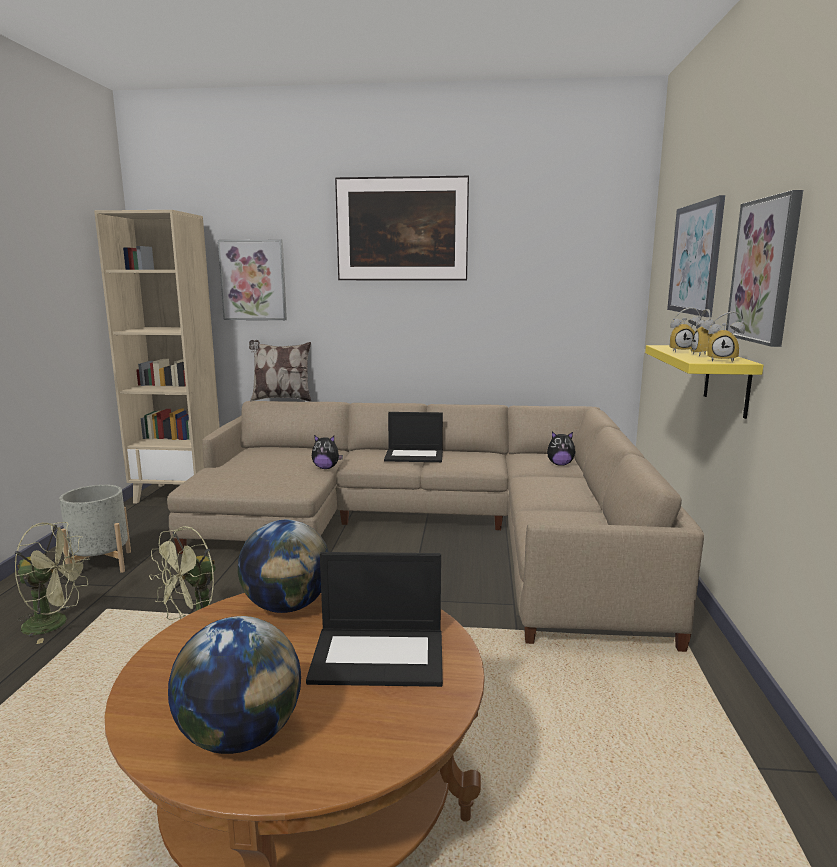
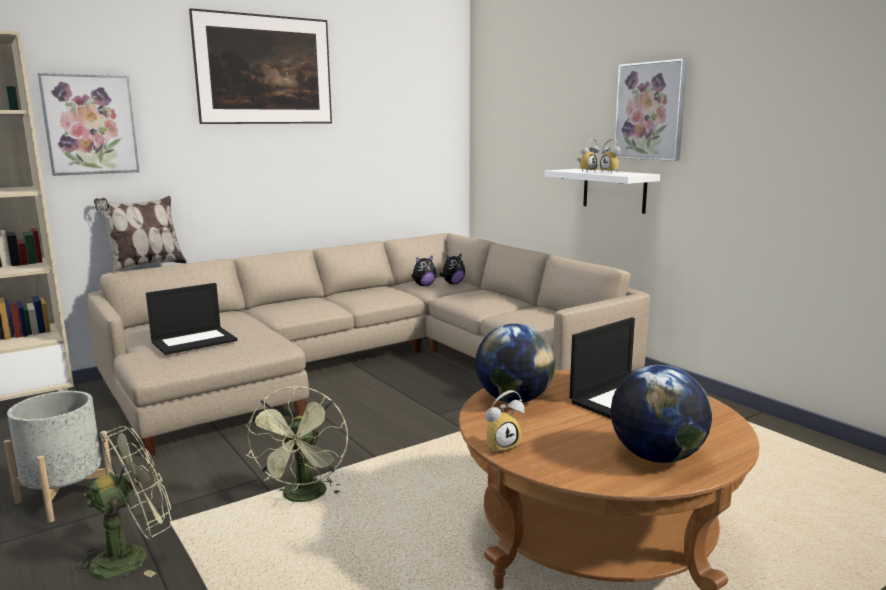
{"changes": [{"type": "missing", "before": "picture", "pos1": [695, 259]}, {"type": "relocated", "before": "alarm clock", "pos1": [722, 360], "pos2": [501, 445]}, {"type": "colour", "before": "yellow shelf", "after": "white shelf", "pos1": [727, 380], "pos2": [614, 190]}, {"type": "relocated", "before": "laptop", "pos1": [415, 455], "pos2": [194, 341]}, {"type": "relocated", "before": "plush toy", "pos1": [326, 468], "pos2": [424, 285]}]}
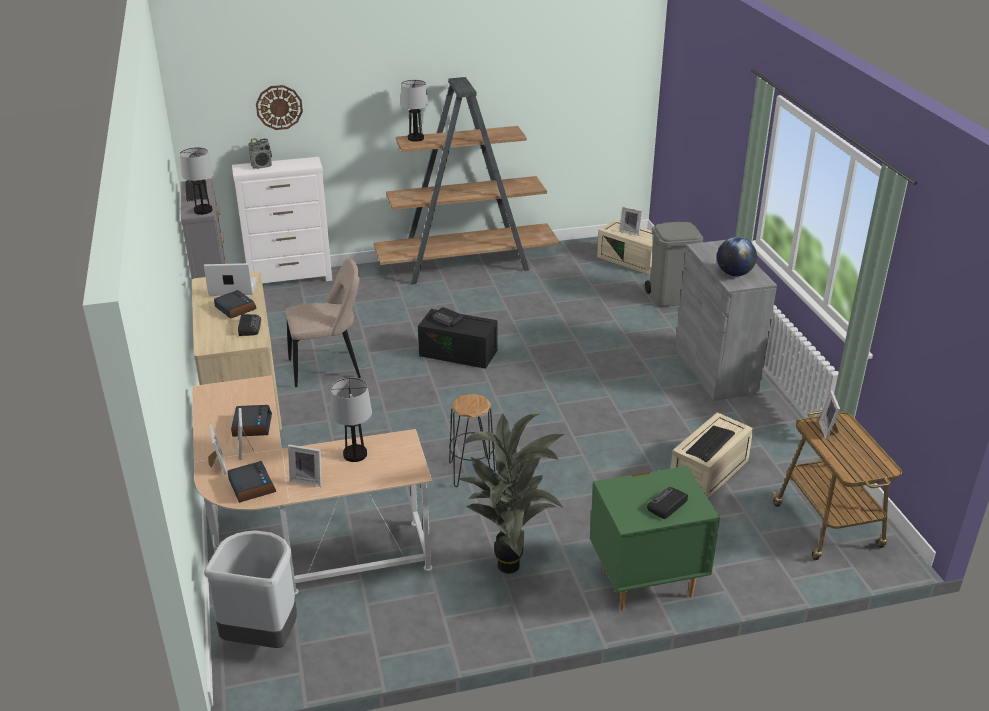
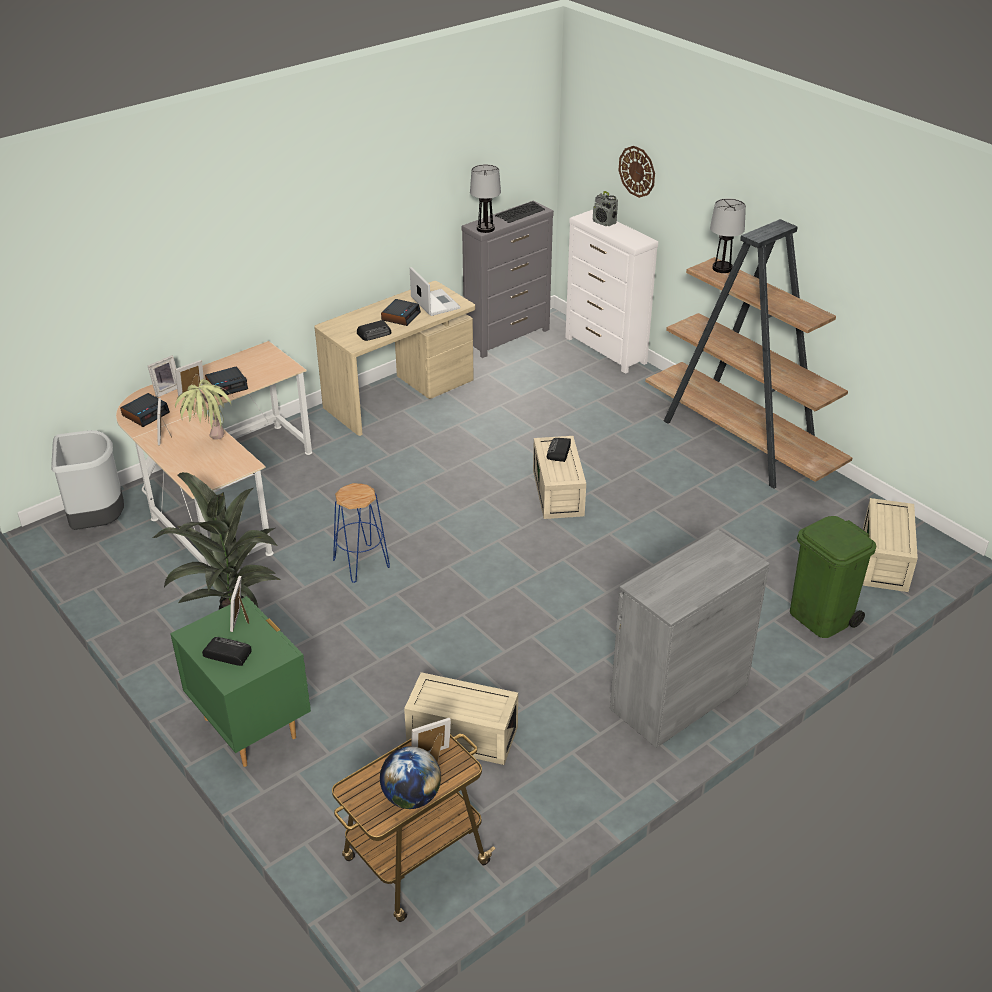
{"changes": [{"type": "relocated", "before": "picture frame", "pos1": [630, 232], "pos2": [242, 620]}, {"type": "colour", "before": "grey trash can", "after": "green trash can", "pos1": [670, 298], "pos2": [821, 618]}, {"type": "relocated", "before": "globe", "pos1": [734, 274], "pos2": [411, 797]}, {"type": "missing", "before": "beige chair", "pos1": [328, 368]}, {"type": "colour", "before": "black storage box", "after": "beige storage box", "pos1": [459, 352], "pos2": [559, 493]}, {"type": "exchanged", "before": "table lamp", "after": "potted plant", "pos1": [354, 454], "pos2": [210, 447]}, {"type": "colour", "before": "black stool", "after": "blue stool", "pos1": [472, 473], "pos2": [361, 564]}, {"type": "missing", "before": "keyboard", "pos1": [710, 444]}]}
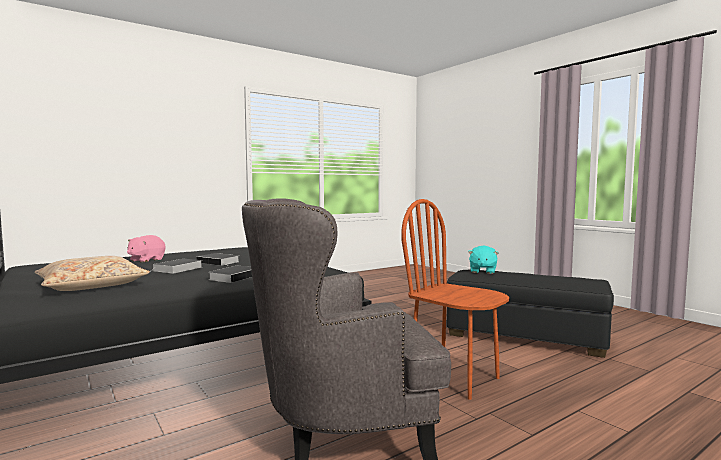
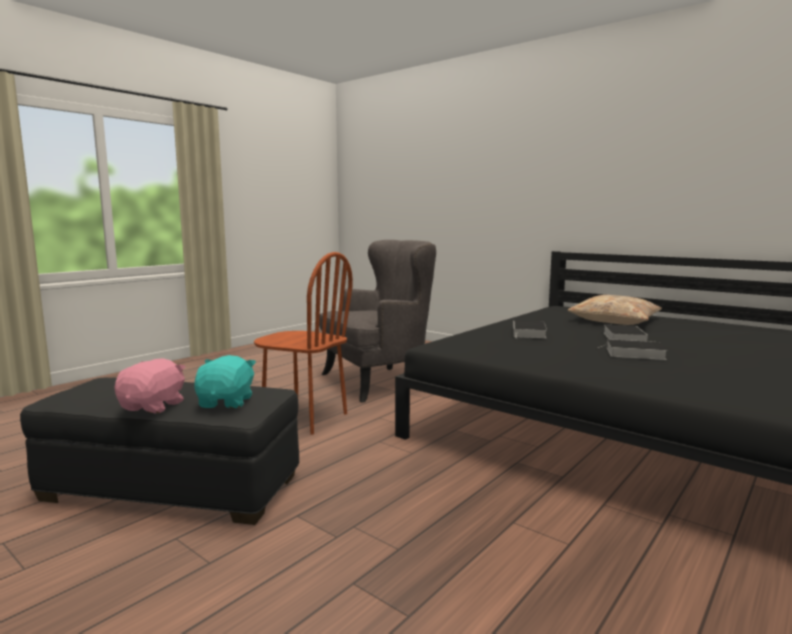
{"changes": [{"type": "relocated", "before": "pink plush toy", "pos1": [146, 260], "pos2": [154, 406]}]}
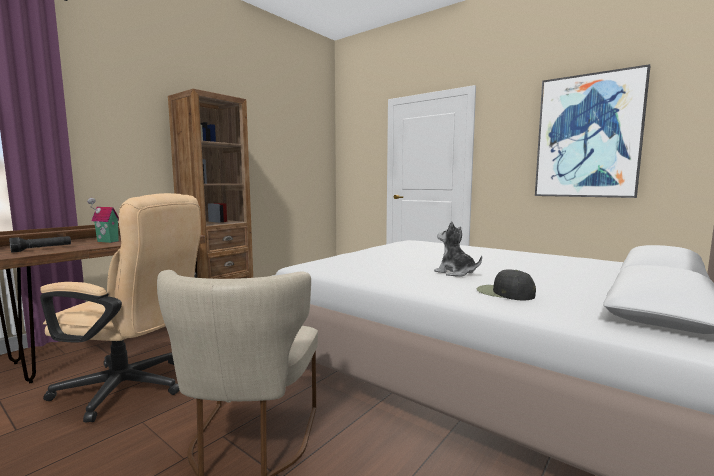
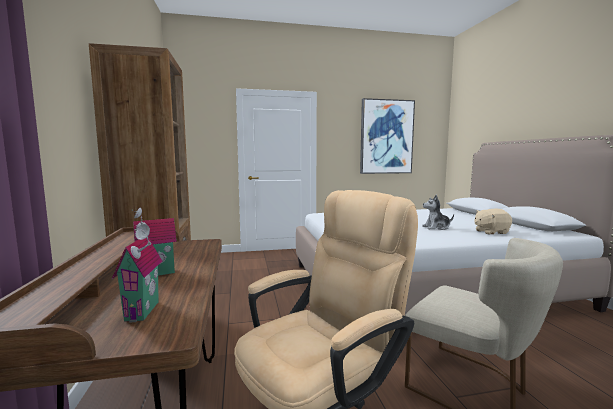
{"changes": [{"type": "exchanged", "before": "black flashlight", "after": "toy house", "pos1": [42, 249], "pos2": [145, 311]}, {"type": "exchanged", "before": "black cap", "after": "beige plush toy", "pos1": [504, 293], "pos2": [491, 232]}]}
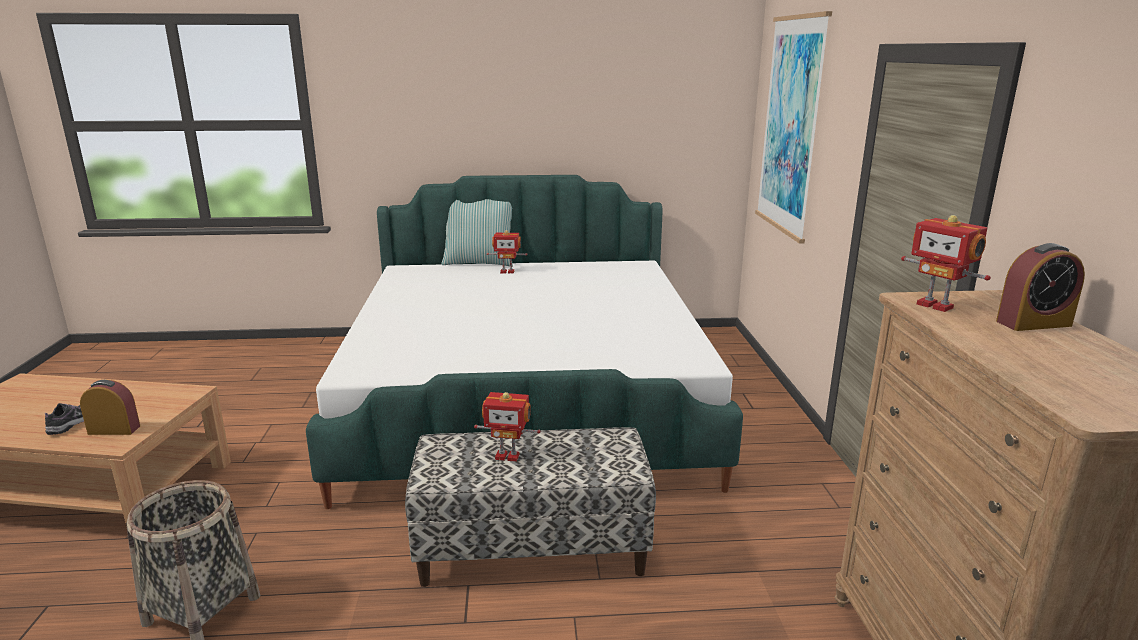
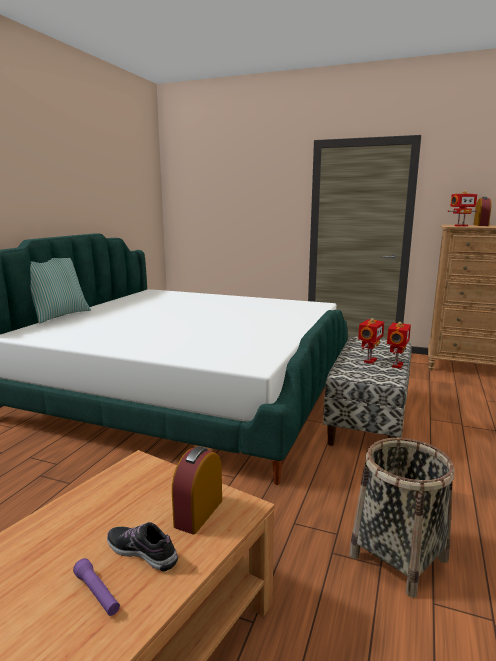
{"changes": [{"type": "missing", "before": "picture", "pos1": [791, 126]}, {"type": "relocated", "before": "toy robot", "pos1": [507, 271], "pos2": [396, 365]}, {"type": "appeared", "after": "purple flashlight", "pos2": [97, 593]}]}
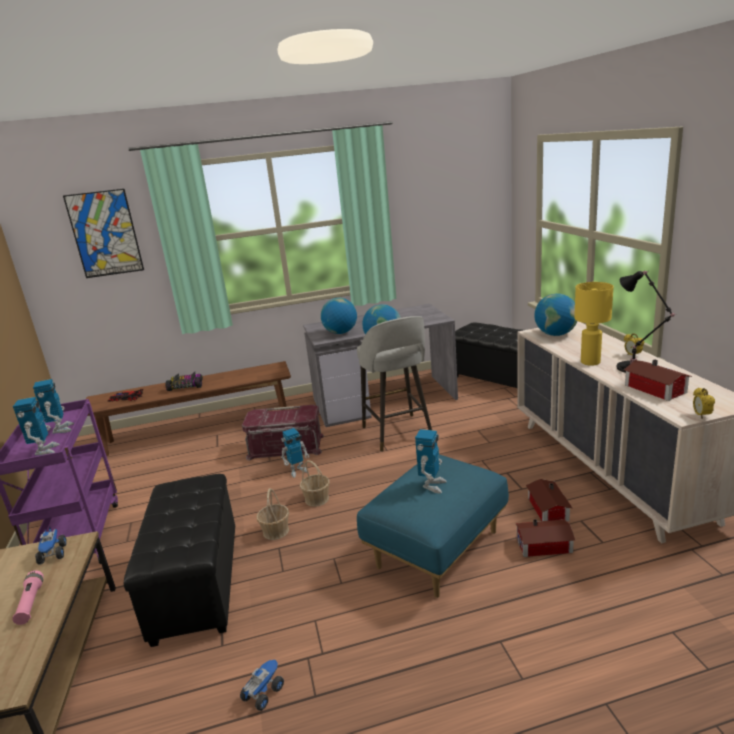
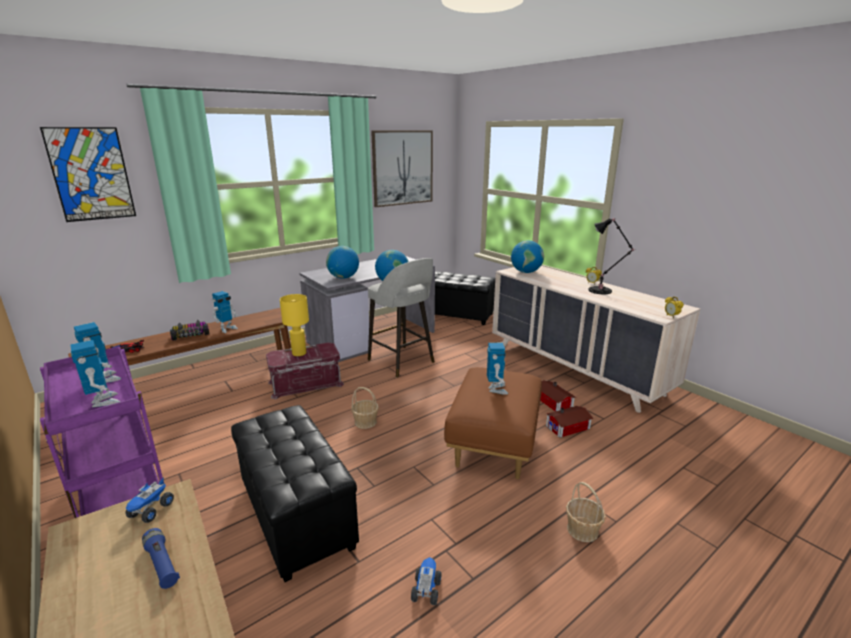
{"changes": [{"type": "relocated", "before": "yellow table lamp", "pos1": [589, 362], "pos2": [298, 353]}, {"type": "missing", "before": "toy house", "pos1": [655, 389]}, {"type": "relocated", "before": "toy robot", "pos1": [297, 471], "pos2": [227, 329]}, {"type": "colour", "before": "blue ottoman", "after": "brown ottoman", "pos1": [437, 549], "pos2": [493, 443]}, {"type": "relocated", "before": "basket", "pos1": [275, 531], "pos2": [582, 530]}, {"type": "spun", "before": "toy truck", "pos1": [53, 554], "pos2": [151, 510], "turn": 60}, {"type": "colour", "before": "pink flashlight", "after": "blue flashlight", "pos1": [31, 603], "pos2": [162, 564]}, {"type": "appeared", "after": "picture", "pos2": [402, 168]}]}
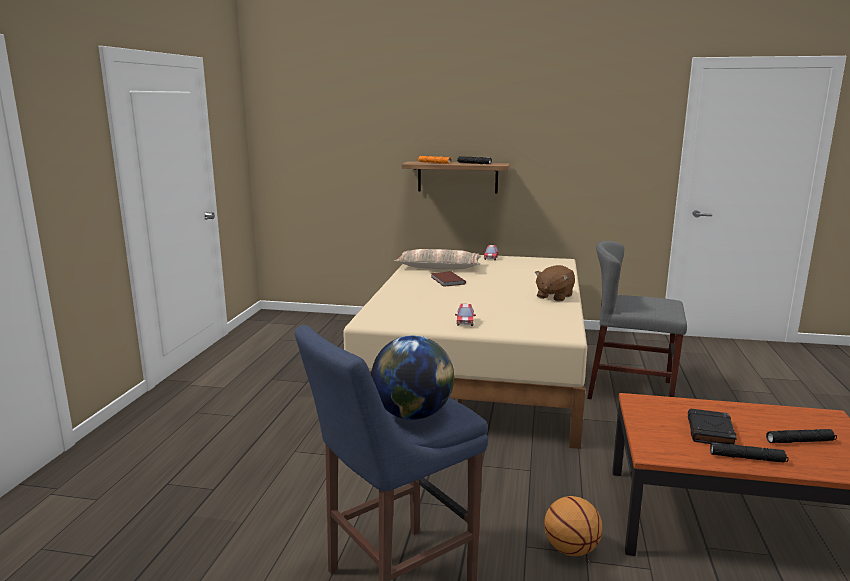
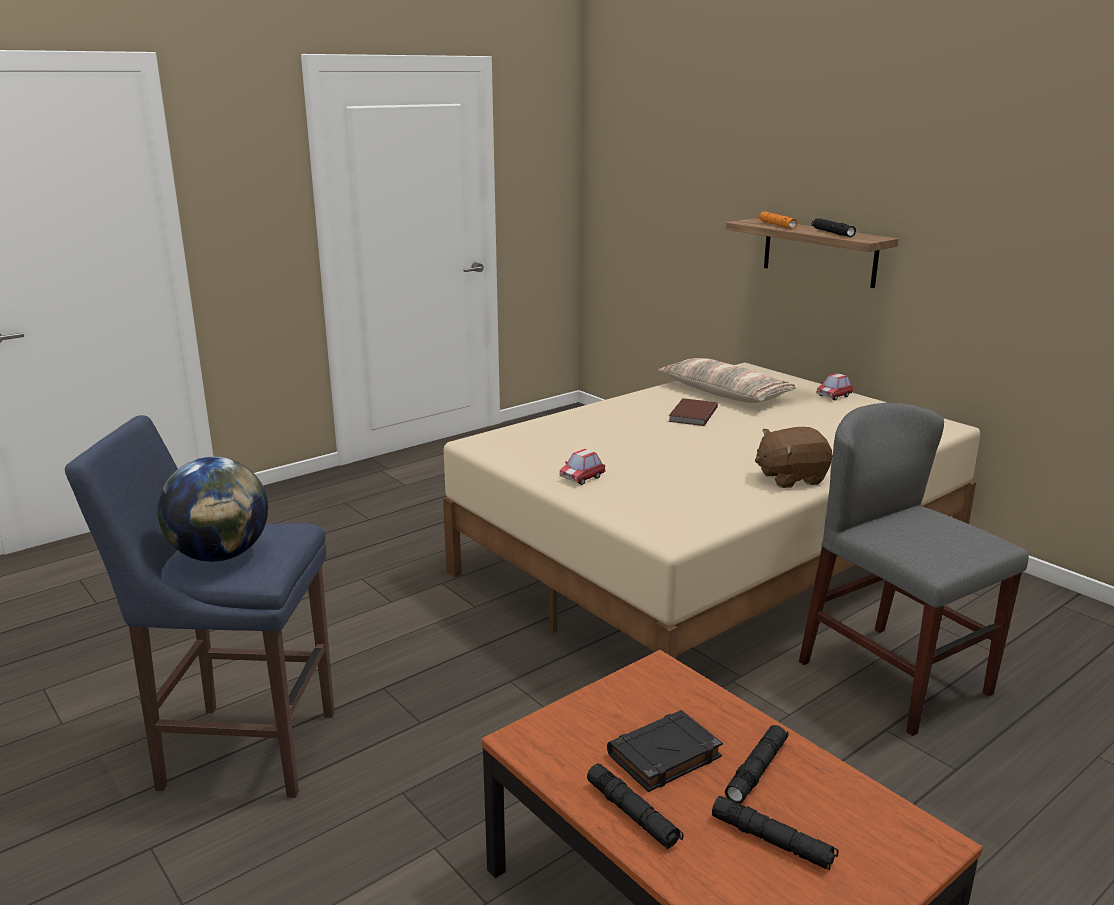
{"changes": [{"type": "missing", "before": "basketball", "pos1": [570, 549]}, {"type": "appeared", "after": "black flashlight", "pos2": [757, 770]}]}
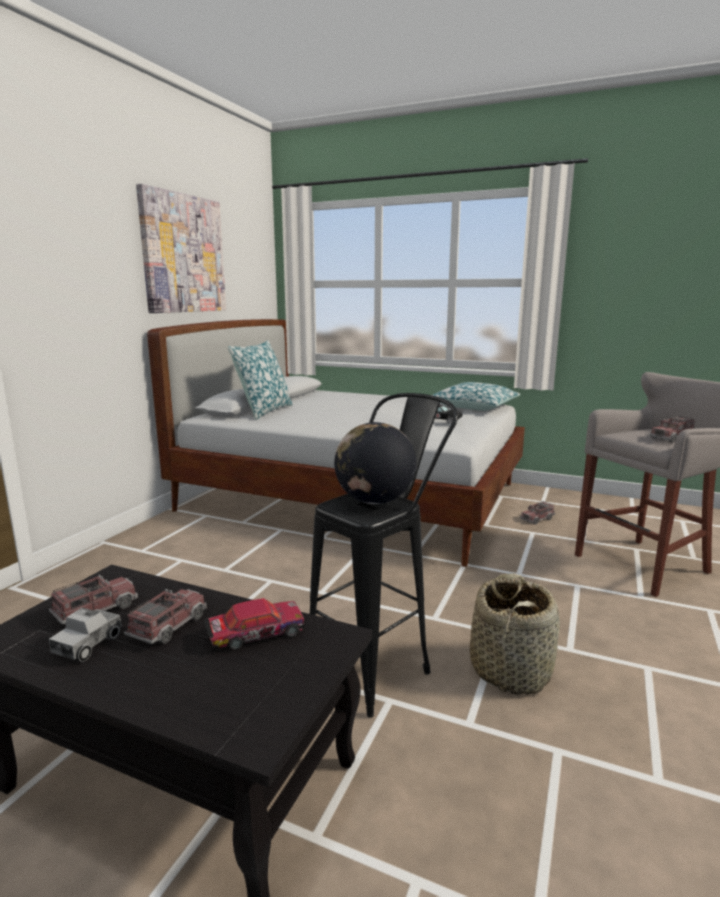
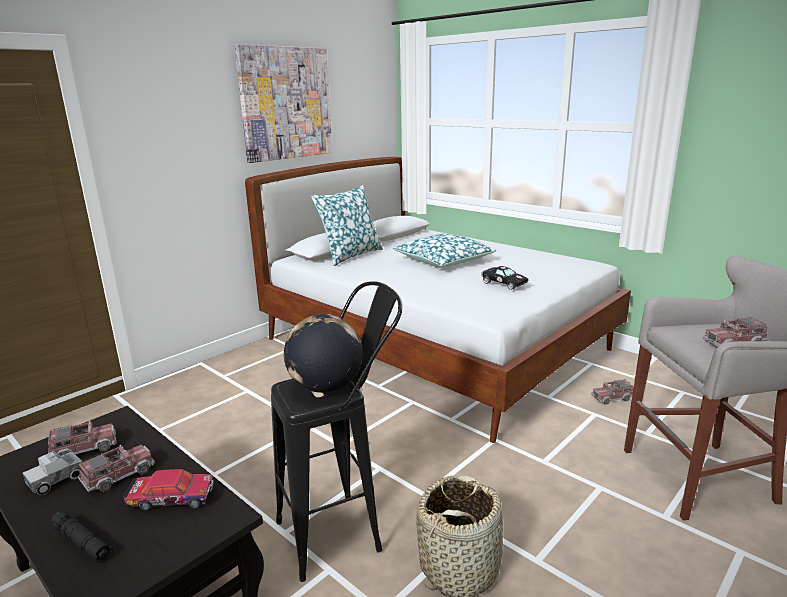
{"changes": [{"type": "relocated", "before": "pillow", "pos1": [475, 406], "pos2": [444, 260]}, {"type": "appeared", "after": "black flashlight", "pos2": [82, 542]}]}
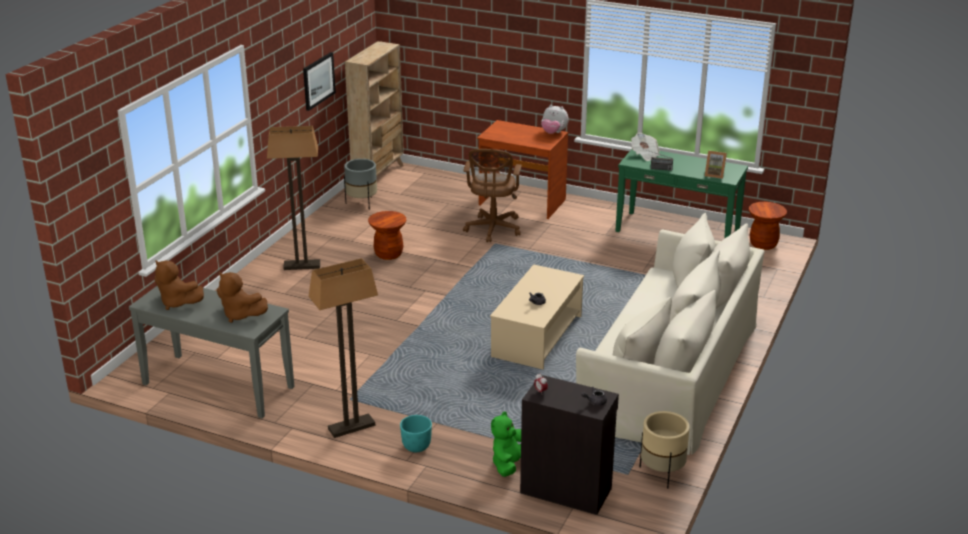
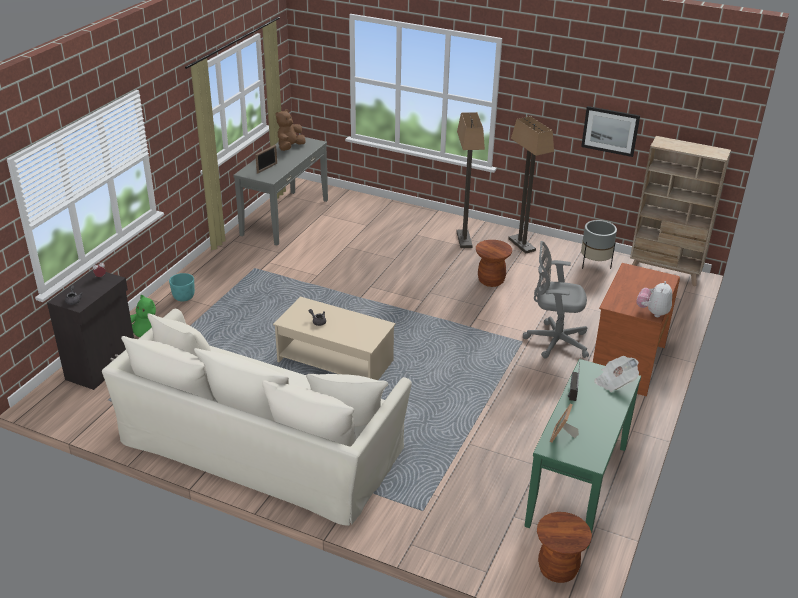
{"changes": [{"type": "colour", "before": "brown office chair", "after": "grey office chair", "pos1": [493, 230], "pos2": [554, 341]}, {"type": "relocated", "before": "floor lamp", "pos1": [352, 427], "pos2": [522, 245]}, {"type": "exchanged", "before": "brown plush toy", "after": "picture frame", "pos1": [240, 315], "pos2": [267, 168]}, {"type": "missing", "before": "beige planter", "pos1": [662, 473]}]}
